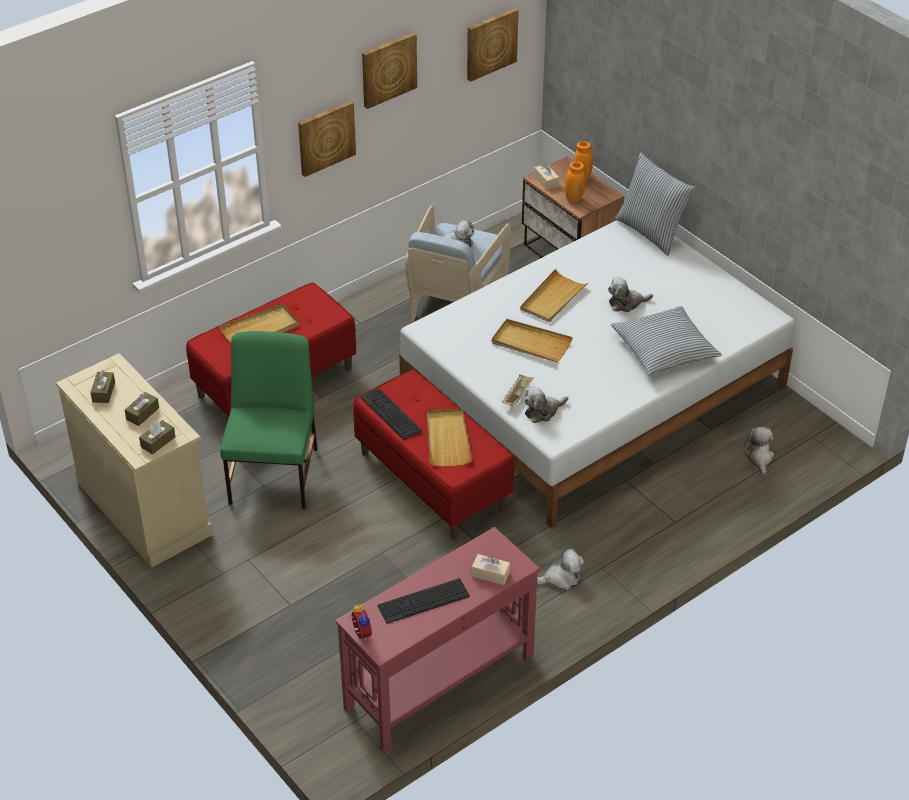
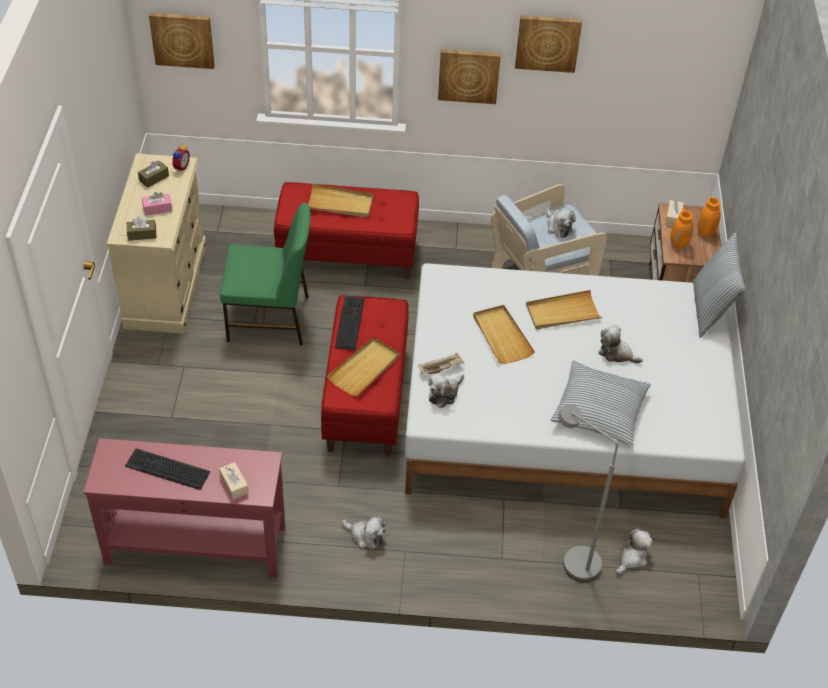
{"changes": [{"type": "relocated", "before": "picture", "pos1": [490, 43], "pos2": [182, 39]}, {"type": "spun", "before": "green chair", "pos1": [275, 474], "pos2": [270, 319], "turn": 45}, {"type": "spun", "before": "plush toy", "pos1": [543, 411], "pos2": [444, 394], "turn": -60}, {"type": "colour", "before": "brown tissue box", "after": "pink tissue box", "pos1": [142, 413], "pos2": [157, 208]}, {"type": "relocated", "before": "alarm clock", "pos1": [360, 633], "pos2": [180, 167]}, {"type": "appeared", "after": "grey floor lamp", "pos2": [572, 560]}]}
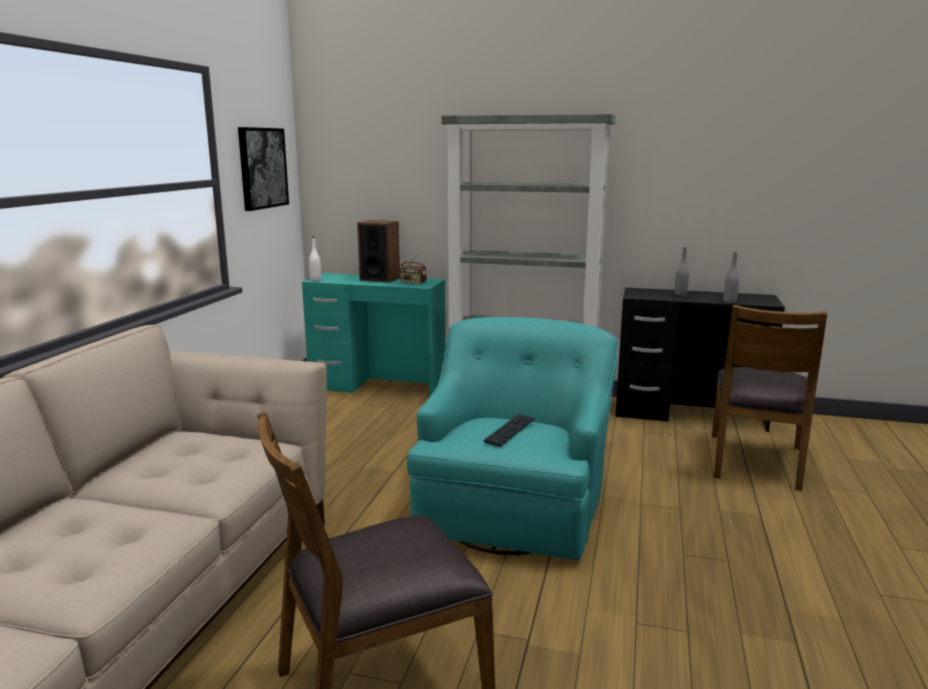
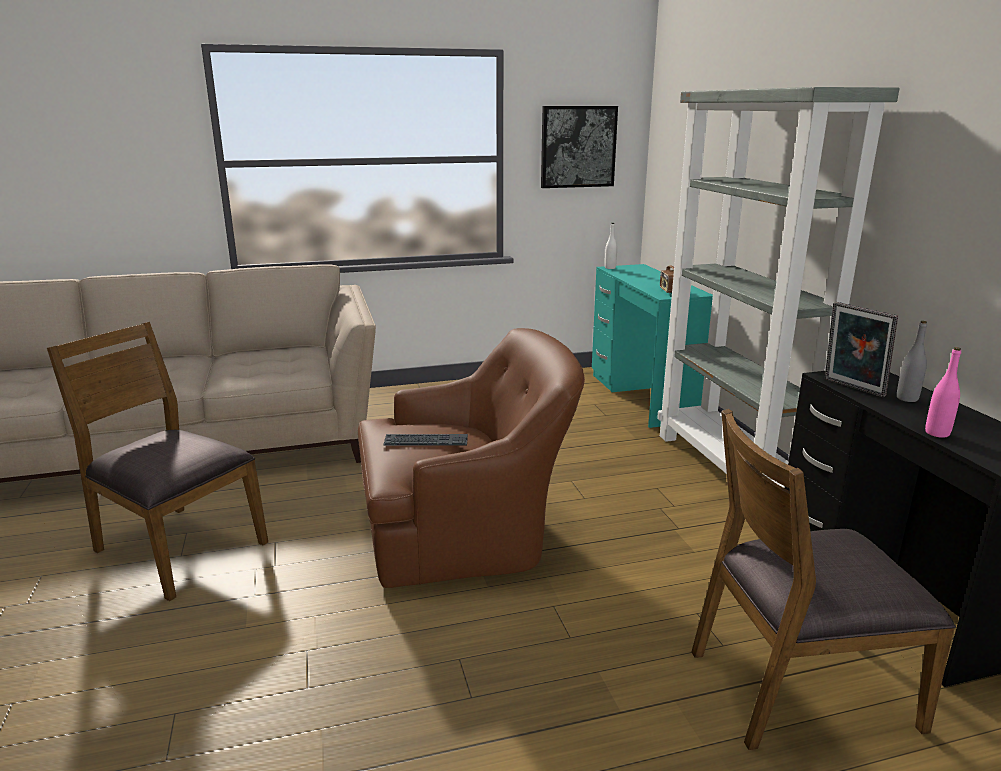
{"changes": [{"type": "missing", "before": "speaker", "pos1": [380, 279]}, {"type": "colour", "before": "grey bottle", "after": "pink bottle", "pos1": [729, 301], "pos2": [937, 433]}, {"type": "colour", "before": "turquoise armchair", "after": "brown armchair", "pos1": [513, 507], "pos2": [468, 531]}, {"type": "appeared", "after": "picture frame", "pos2": [851, 388]}]}
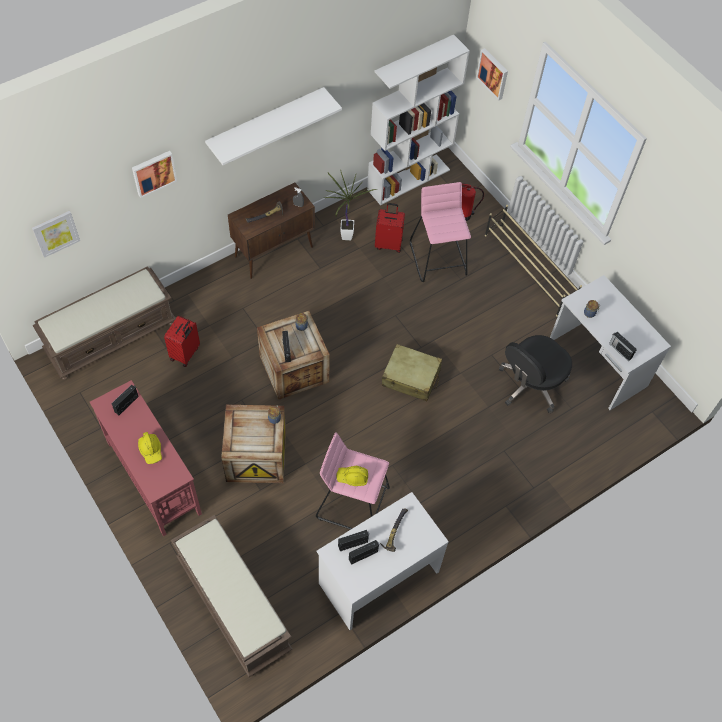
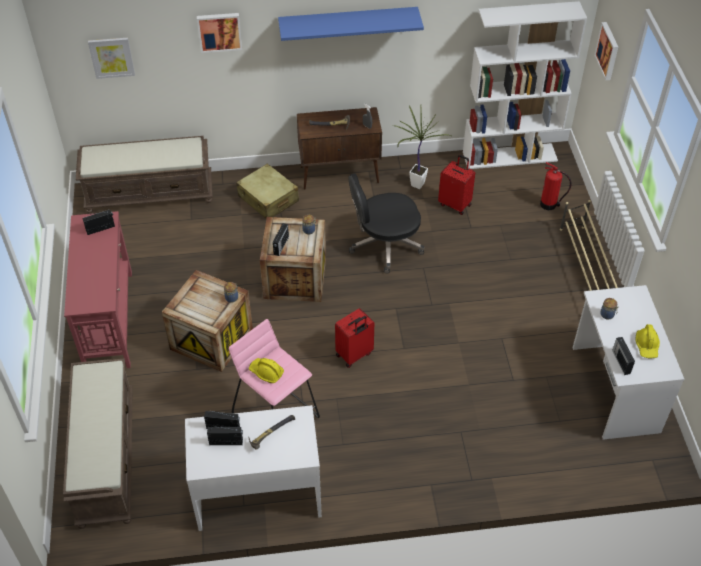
{"changes": [{"type": "colour", "before": "white shelf", "after": "blue shelf", "pos1": [266, 122], "pos2": [348, 23]}, {"type": "missing", "before": "pink stool", "pos1": [439, 259]}, {"type": "relocated", "before": "red suitcase", "pos1": [185, 354], "pos2": [354, 355]}, {"type": "relocated", "before": "black office chair", "pos1": [530, 384], "pos2": [384, 245]}, {"type": "relocated", "before": "beige suitcase", "pos1": [411, 377], "pos2": [268, 199]}, {"type": "relocated", "before": "yellow hard hat", "pos1": [151, 450], "pos2": [647, 346]}]}
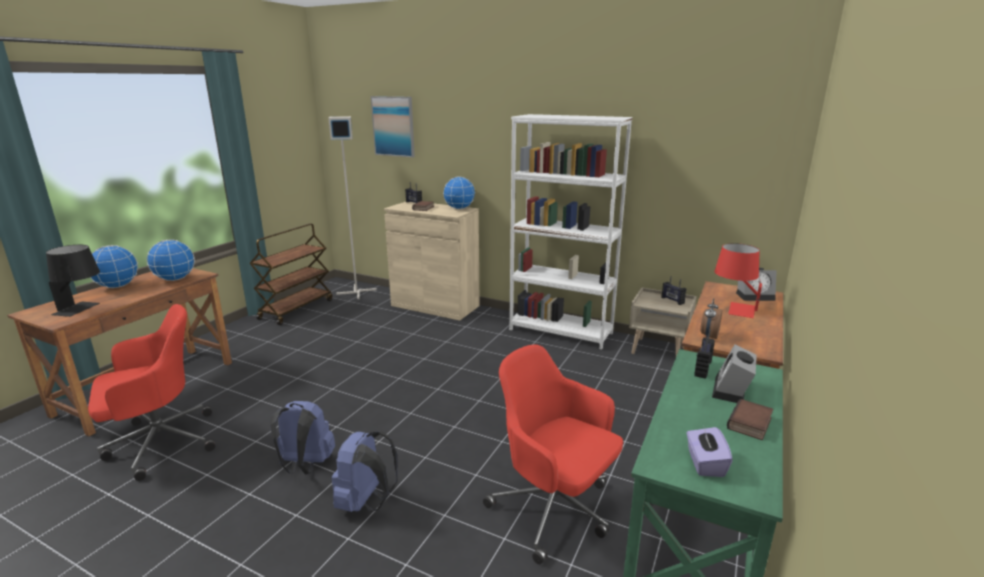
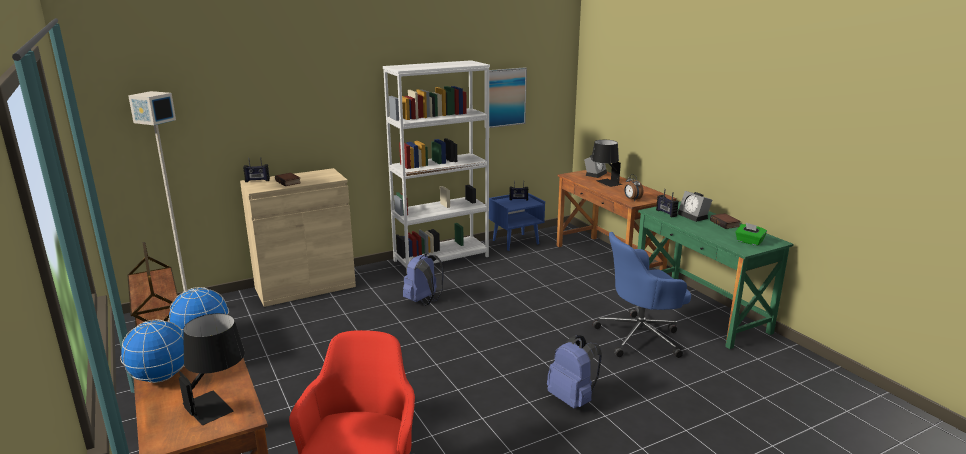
{"changes": [{"type": "relocated", "before": "picture", "pos1": [393, 126], "pos2": [504, 97]}, {"type": "missing", "before": "globe", "pos1": [459, 208]}, {"type": "colour", "before": "red table lamp", "after": "black table lamp", "pos1": [733, 308], "pos2": [604, 183]}, {"type": "colour", "before": "beige nightstand", "after": "blue nightstand", "pos1": [658, 350], "pos2": [515, 242]}, {"type": "colour", "before": "red office chair", "after": "blue office chair", "pos1": [554, 509], "pos2": [640, 337]}, {"type": "relocated", "before": "blue backpack", "pos1": [305, 465], "pos2": [424, 301]}, {"type": "colour", "before": "purple tissue box", "after": "green tissue box", "pos1": [704, 463], "pos2": [749, 242]}]}
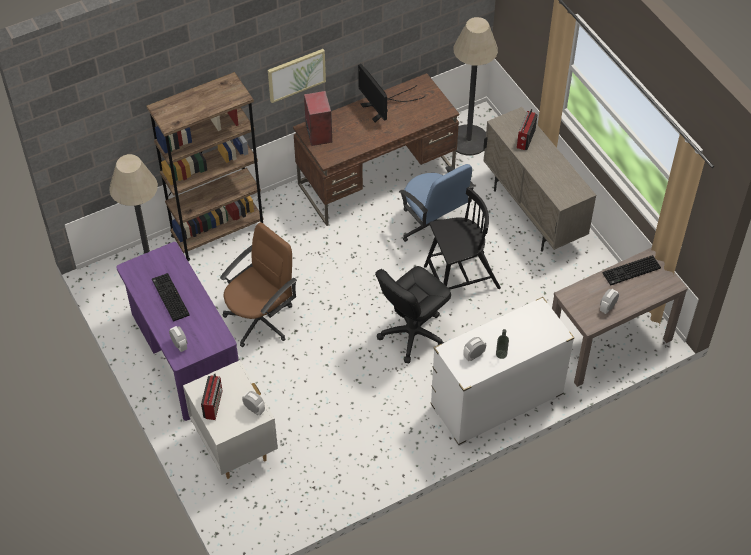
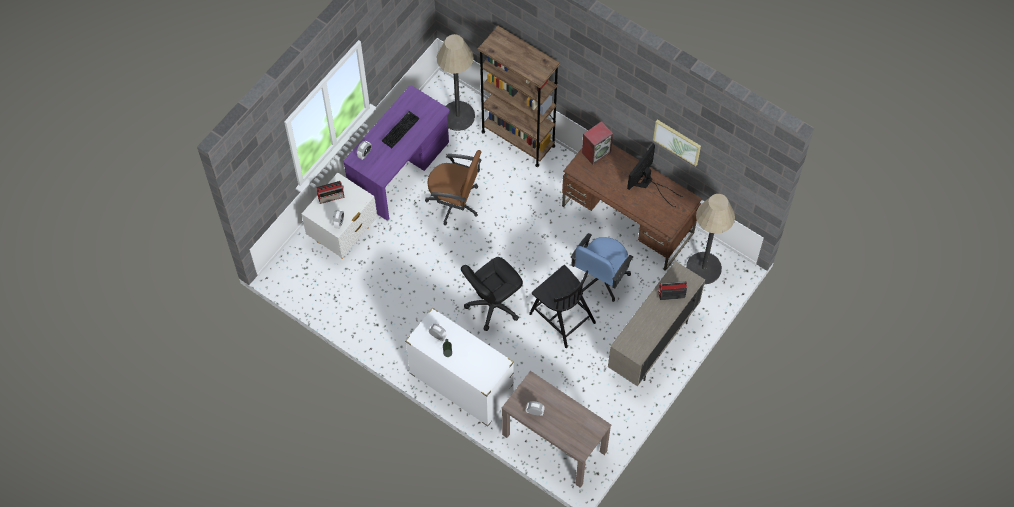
{"changes": [{"type": "relocated", "before": "picture", "pos1": [296, 74], "pos2": [677, 141]}, {"type": "missing", "before": "keyboard", "pos1": [631, 272]}, {"type": "spun", "before": "black office chair", "pos1": [412, 334], "pos2": [493, 305], "turn": -60}]}
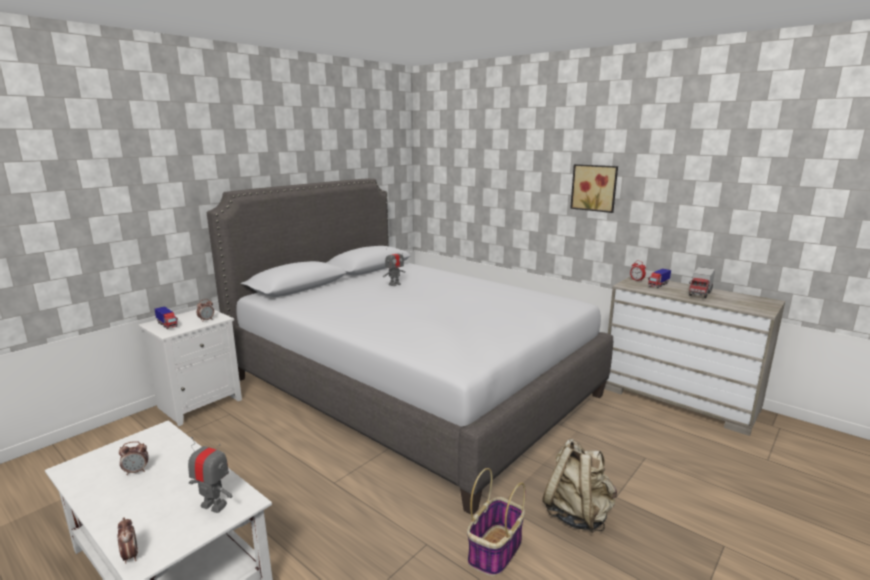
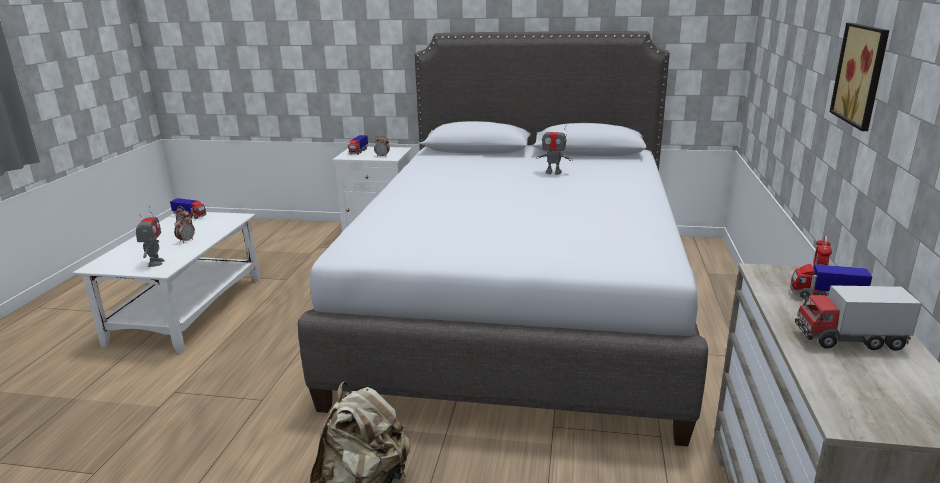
{"changes": [{"type": "missing", "before": "basket", "pos1": [495, 552]}, {"type": "relocated", "before": "alarm clock", "pos1": [130, 556], "pos2": [186, 240]}, {"type": "appeared", "after": "toy truck", "pos2": [190, 216]}]}
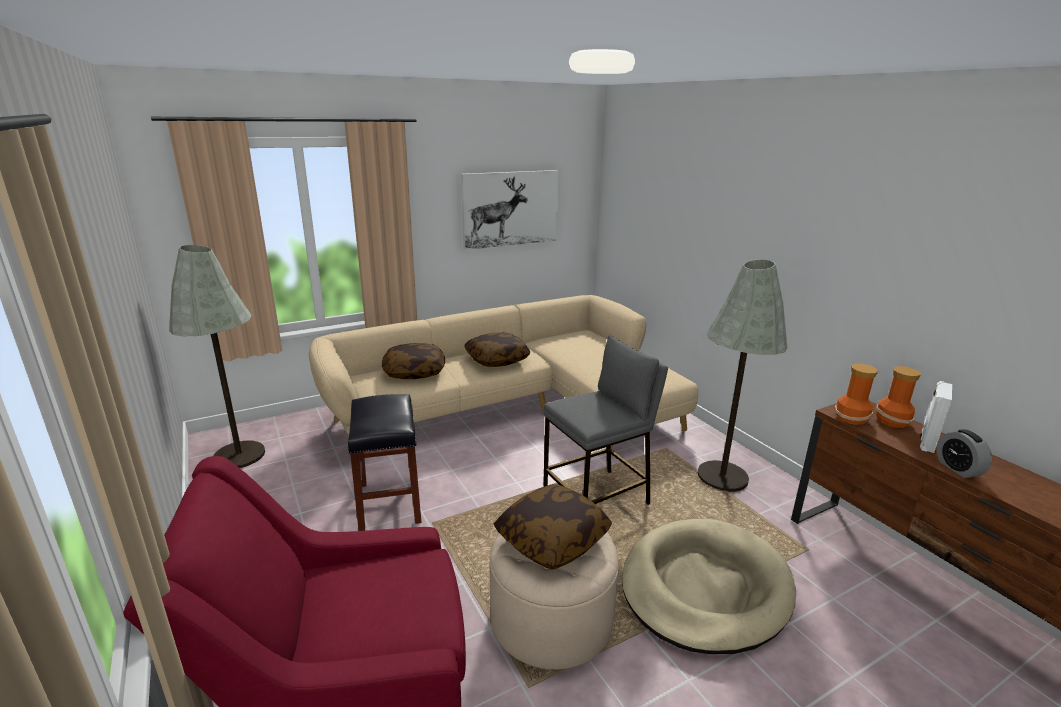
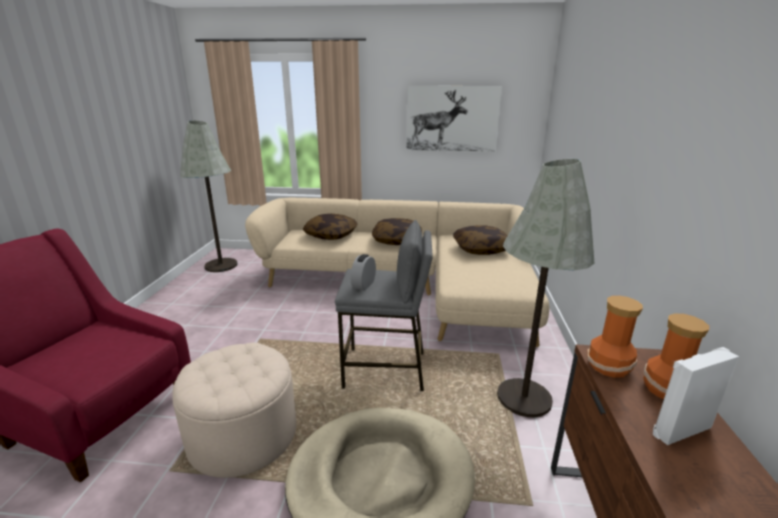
{"changes": [{"type": "missing", "before": "black stool", "pos1": [389, 502]}, {"type": "relocated", "before": "alarm clock", "pos1": [958, 469], "pos2": [363, 285]}, {"type": "relocated", "before": "pillow", "pos1": [552, 539], "pos2": [481, 249]}]}
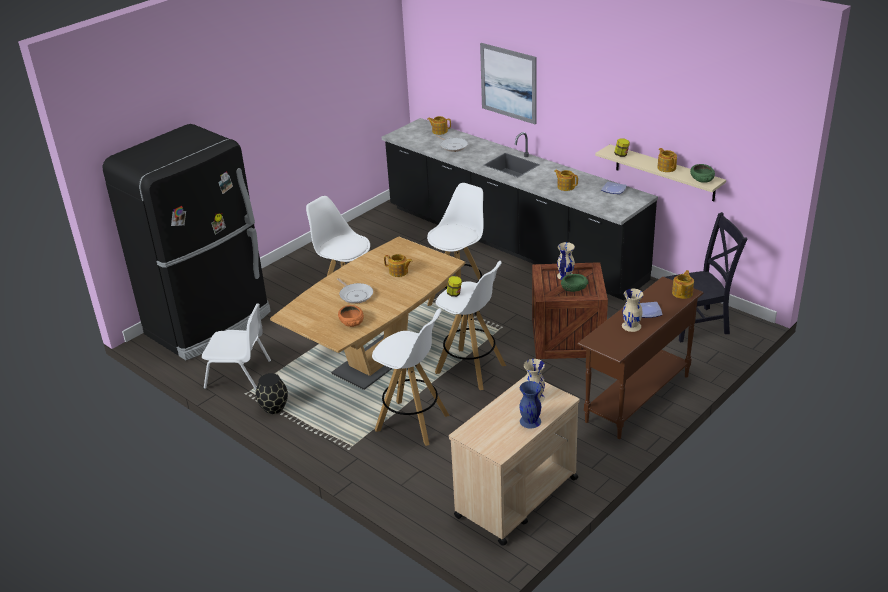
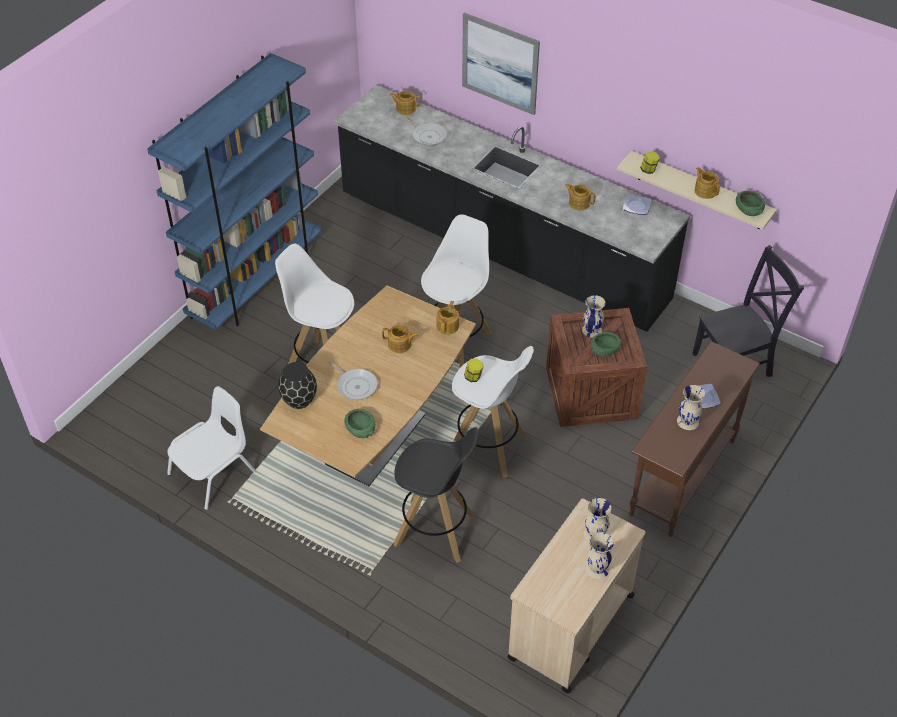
{"changes": [{"type": "missing", "before": "black fridge", "pos1": [210, 324]}, {"type": "relocated", "before": "teapot", "pos1": [682, 293], "pos2": [448, 326]}, {"type": "spun", "before": "white chair", "pos1": [239, 374], "pos2": [214, 473], "turn": -45}, {"type": "colour", "before": "orange bowl", "after": "green bowl", "pos1": [351, 321], "pos2": [360, 428]}, {"type": "colour", "before": "white stool", "after": "black stool", "pos1": [413, 423], "pos2": [436, 531]}, {"type": "relocated", "before": "black vase", "pos1": [273, 407], "pos2": [298, 400]}, {"type": "colour", "before": "blue vase", "after": "beige vase", "pos1": [530, 421], "pos2": [597, 569]}, {"type": "appeared", "after": "blue bookcase", "pos2": [256, 282]}]}
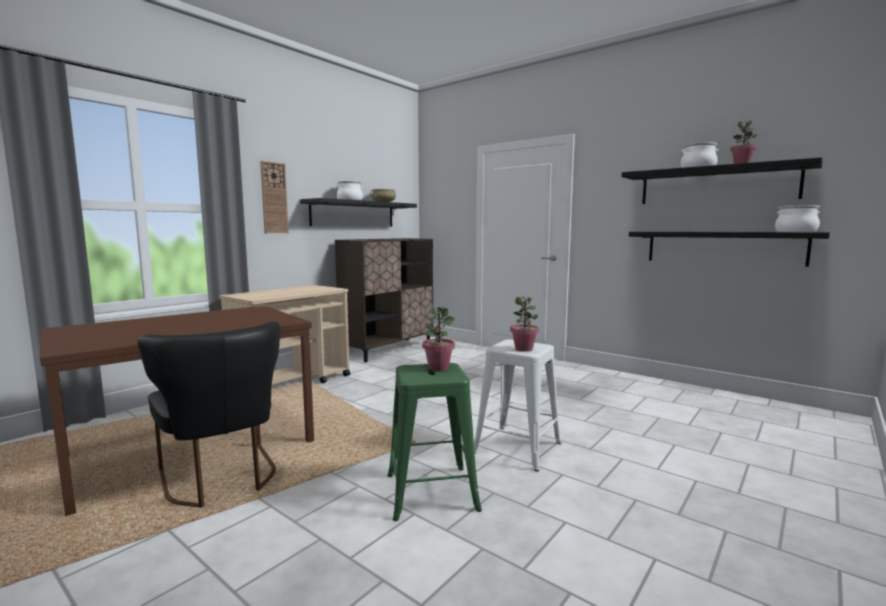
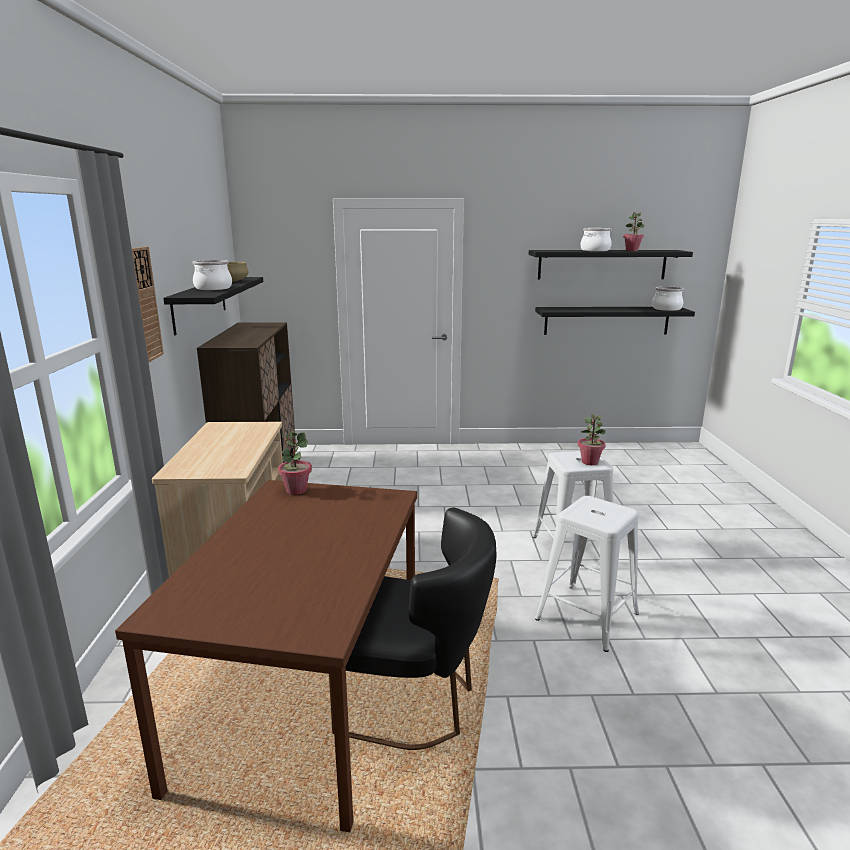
{"changes": [{"type": "relocated", "before": "potted plant", "pos1": [438, 367], "pos2": [296, 490]}, {"type": "colour", "before": "green stool", "after": "white stool", "pos1": [431, 492], "pos2": [587, 616]}]}
